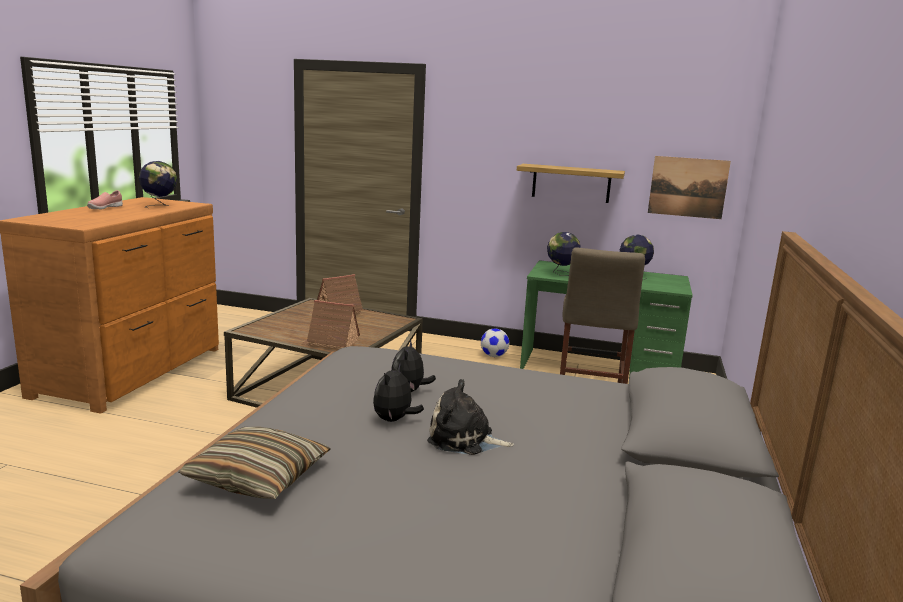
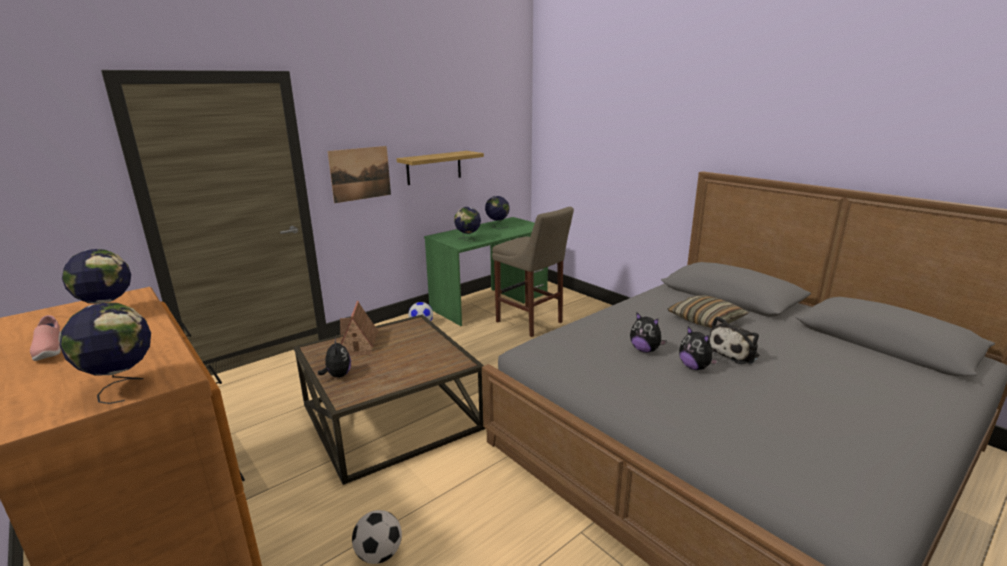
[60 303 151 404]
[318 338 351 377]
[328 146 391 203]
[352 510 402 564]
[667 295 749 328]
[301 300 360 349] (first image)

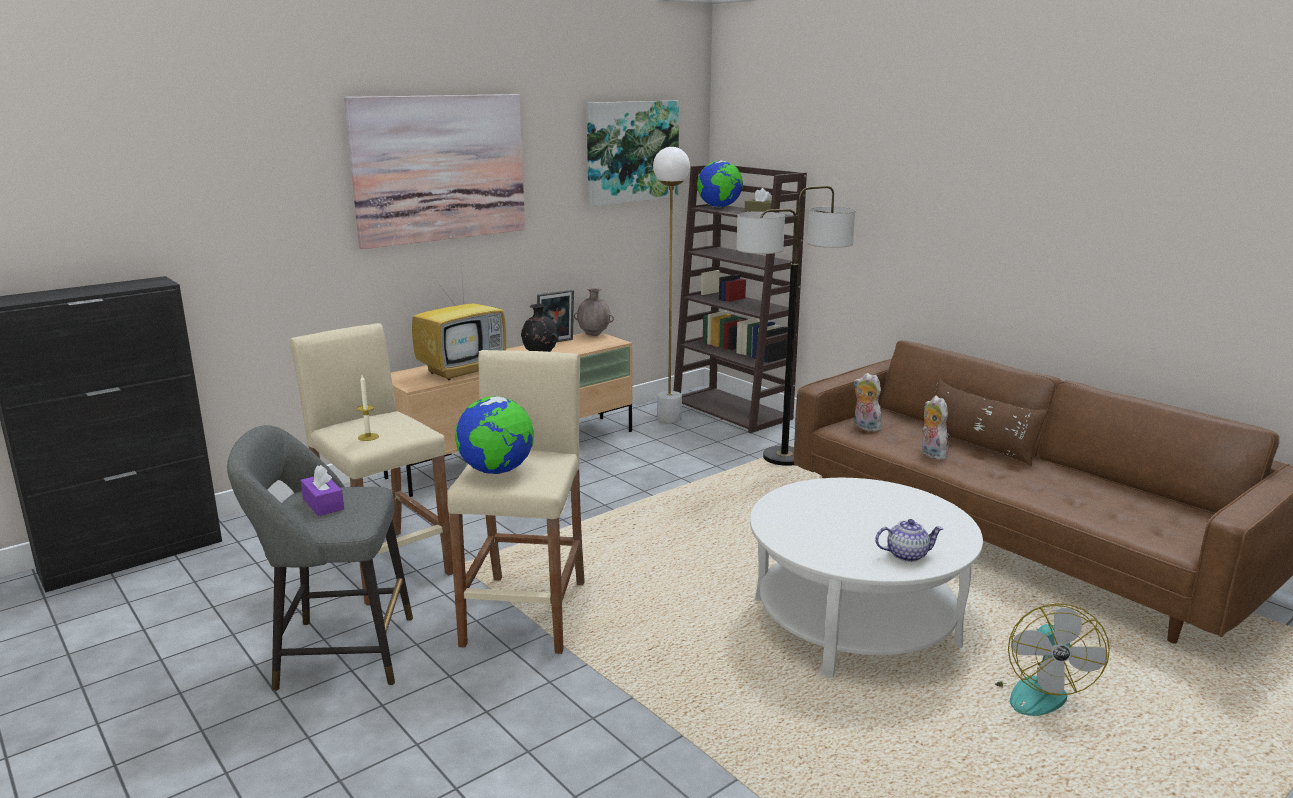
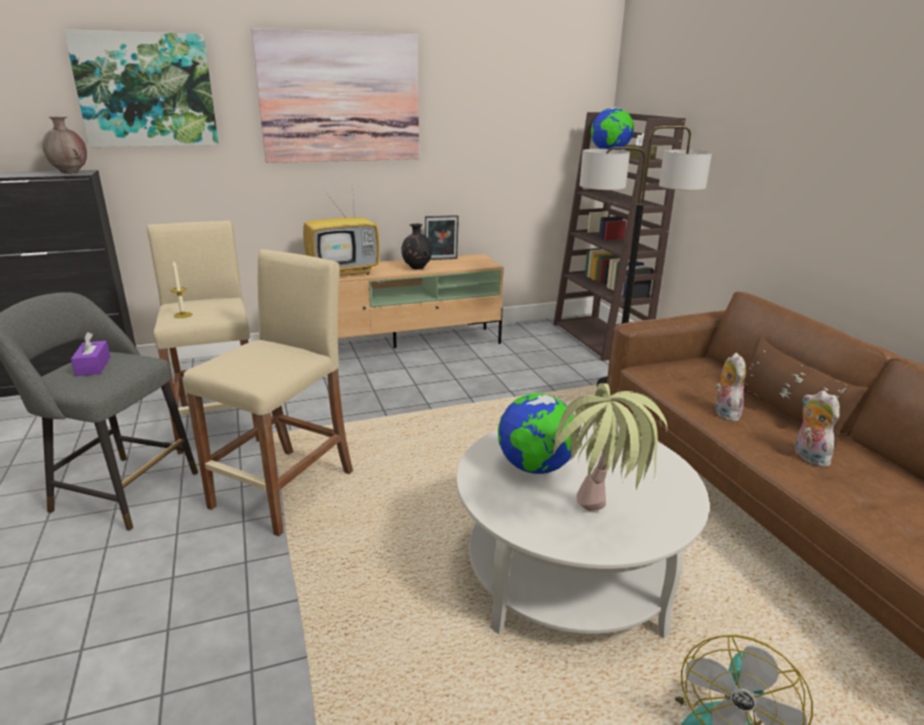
[42 116 87 174]
[64 29 219 147]
[498 393 579 474]
[550 383 667 511]
[794 390 840 467]
[653 147 690 423] (first image)

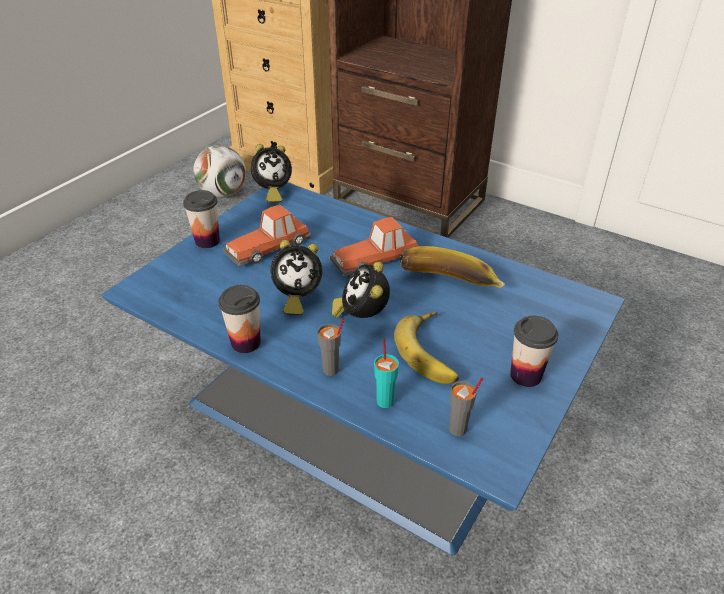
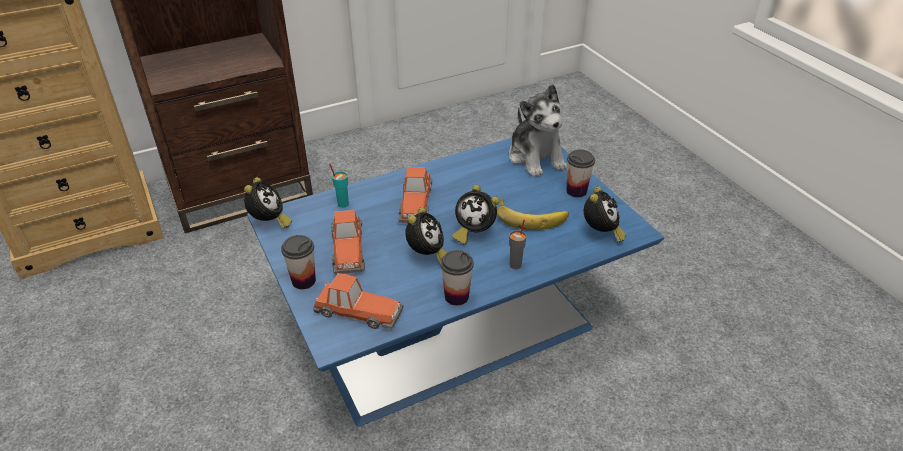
[313 273 404 329]
[329 164 349 208]
[509 84 567 177]
[584 186 626 242]
[193 145 246 198] (first image)
[400 246 505 288] (first image)

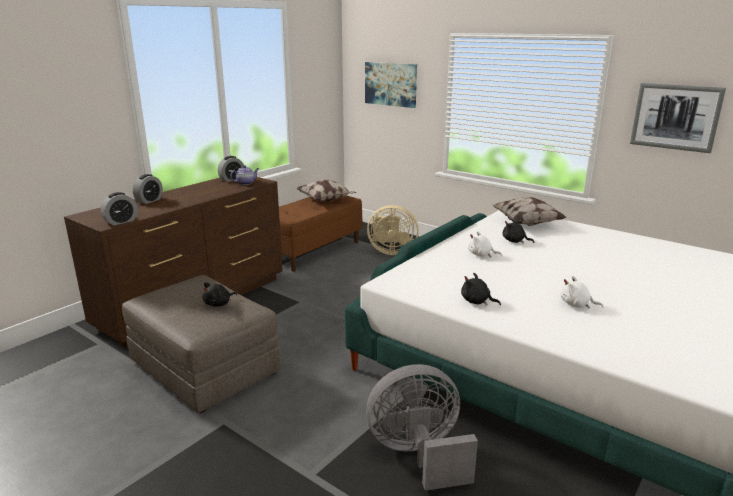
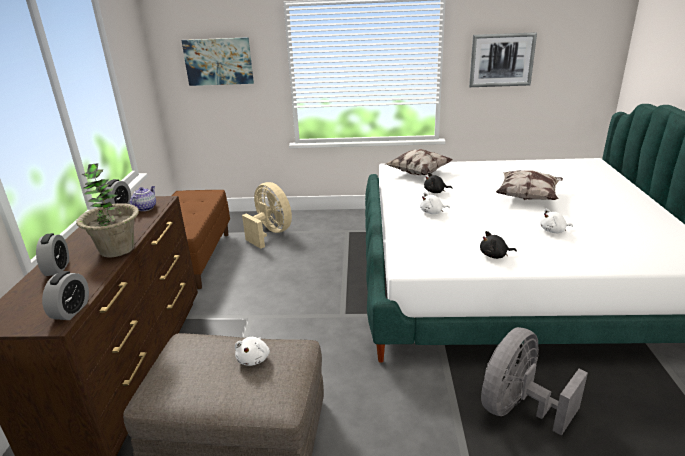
[76 163 139 257]
[235 337 270 366]
[242 182 292 249]
[496 170 563 200]

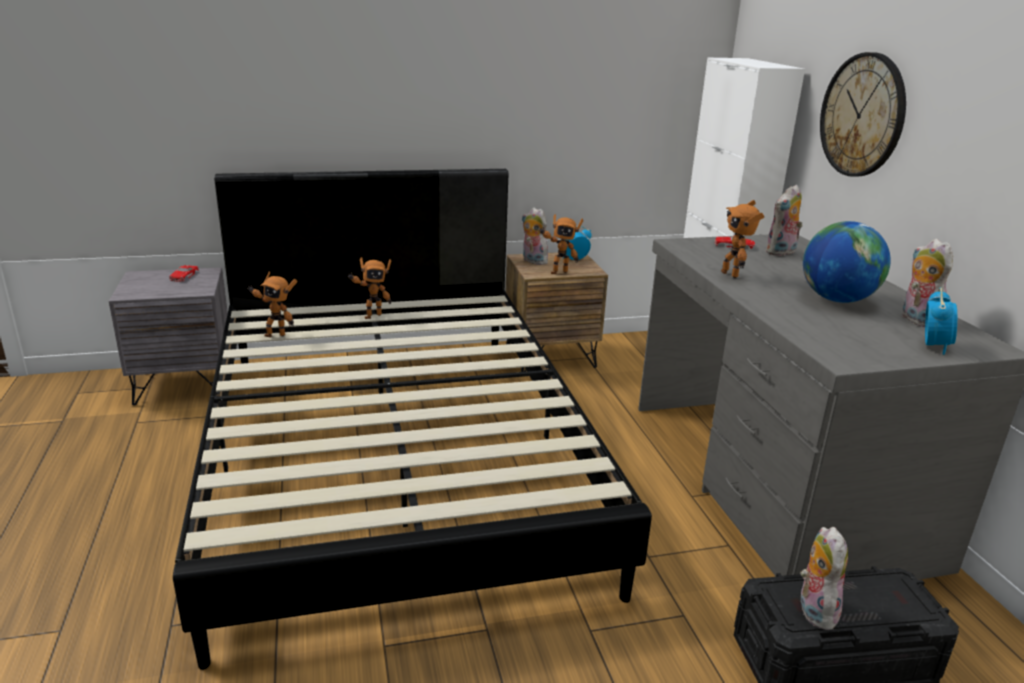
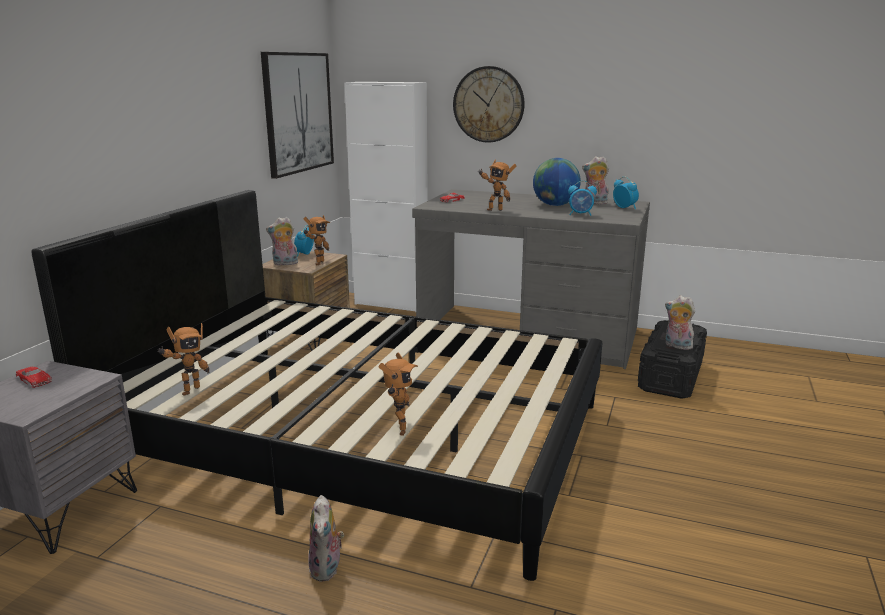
[261 52 334 179]
[308 495 344 581]
[378 353 418 436]
[568 181 597 216]

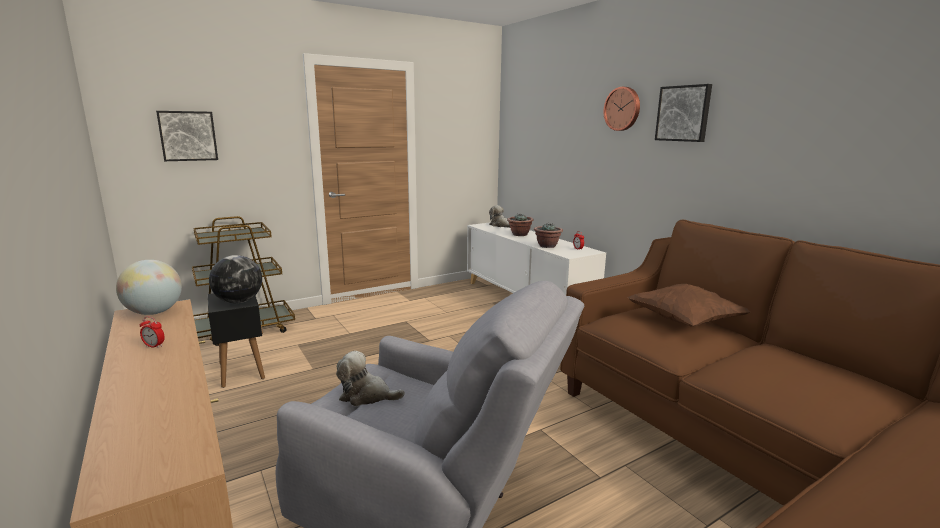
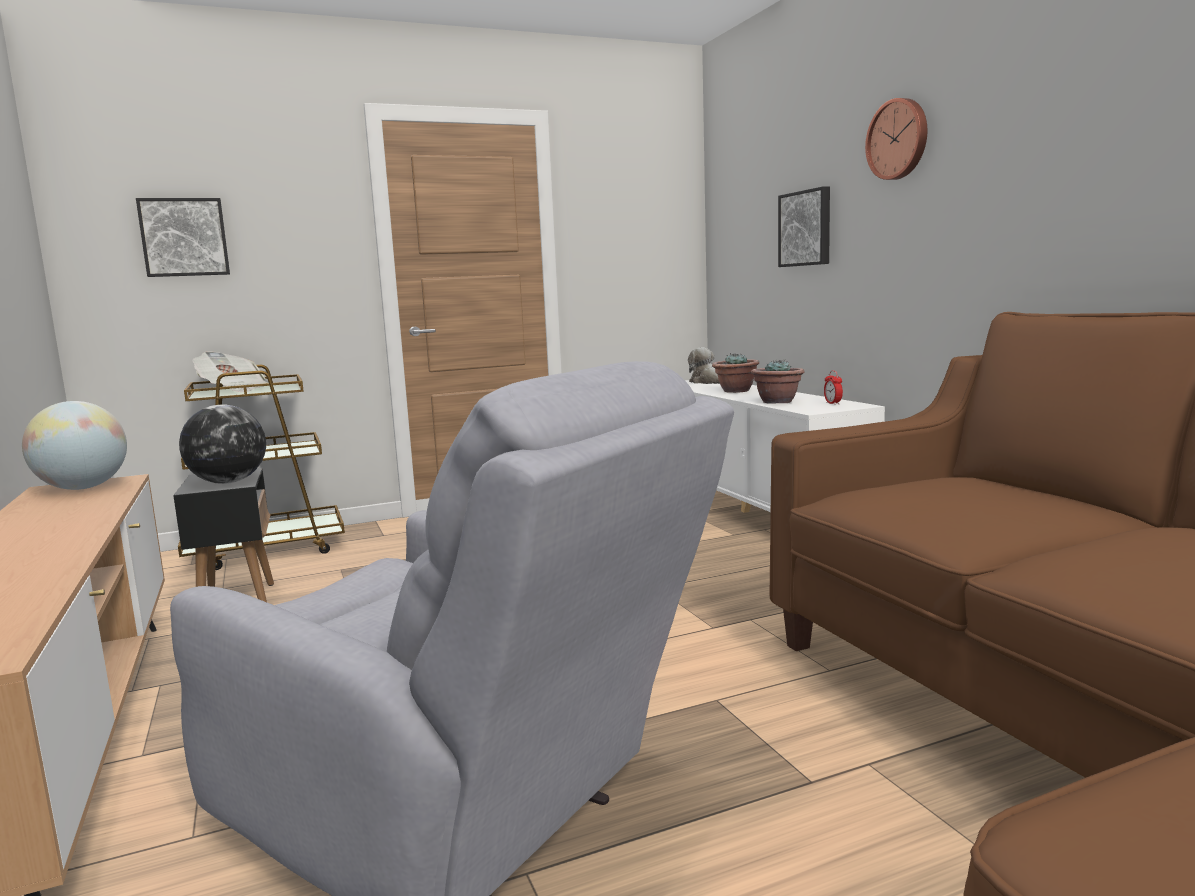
[192 351 267 392]
[778 186 830 267]
[140 316 165 348] (first image)
[336 351 405 406] (first image)
[627 284 750 327] (first image)

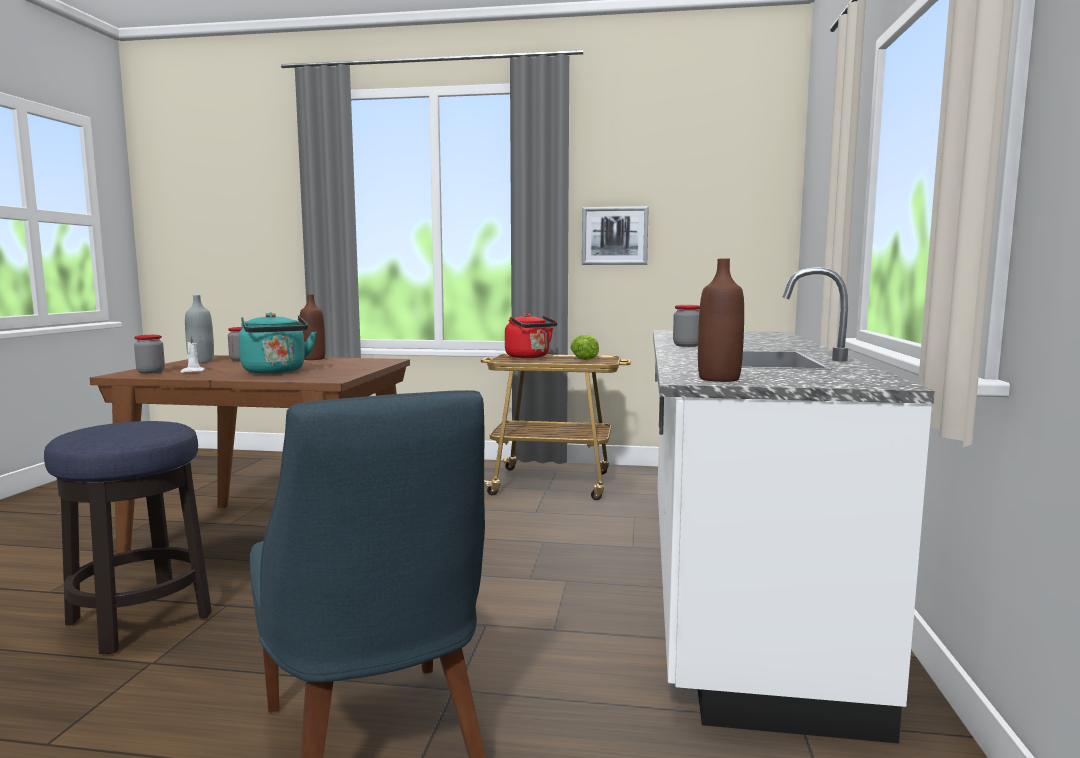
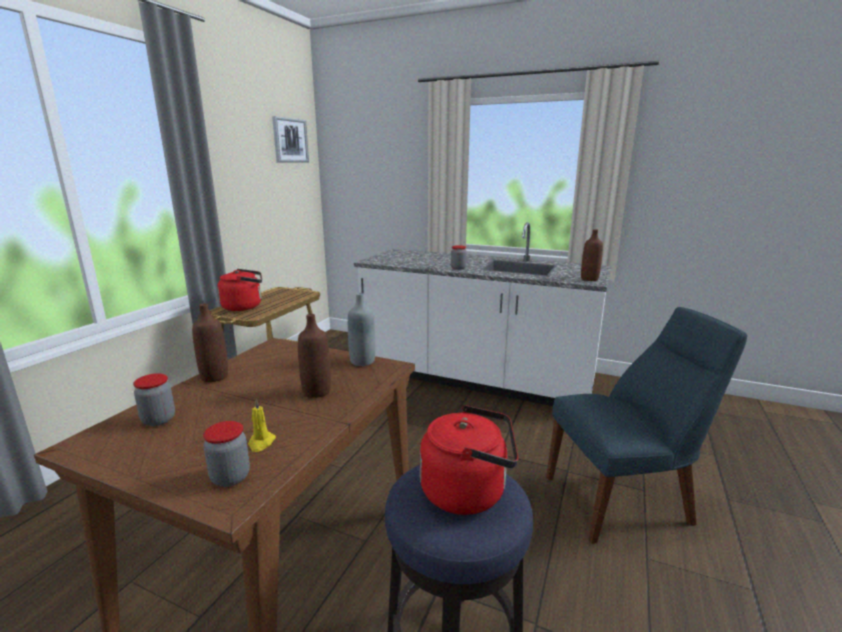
[248 399 276 452]
[272 116 309 162]
[298 314 331 398]
[348 293 375 366]
[420 405 518 515]
[571 335 599 360] (first image)

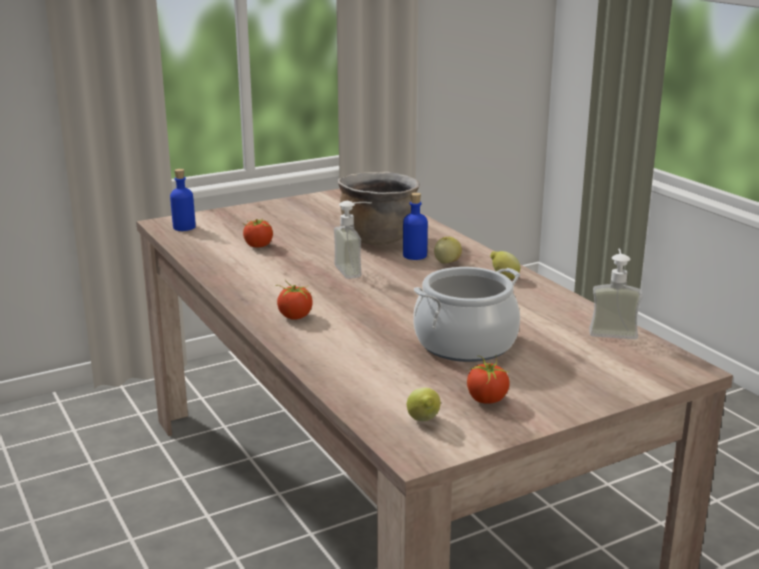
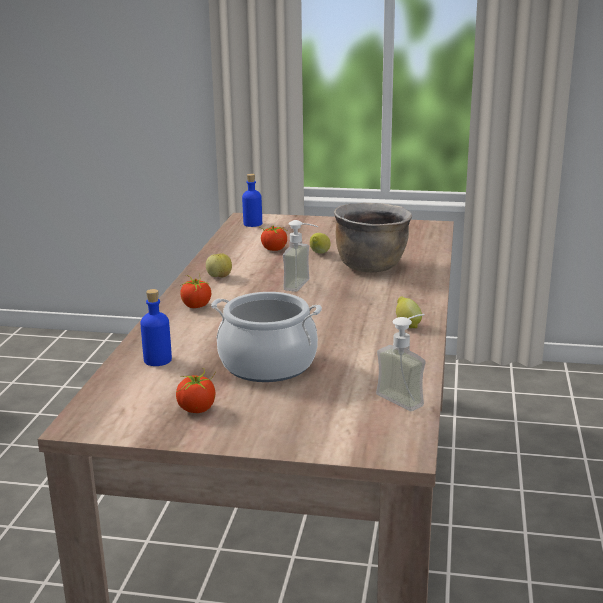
[141 289 172 366]
[206 253 232 277]
[310 233 331 254]

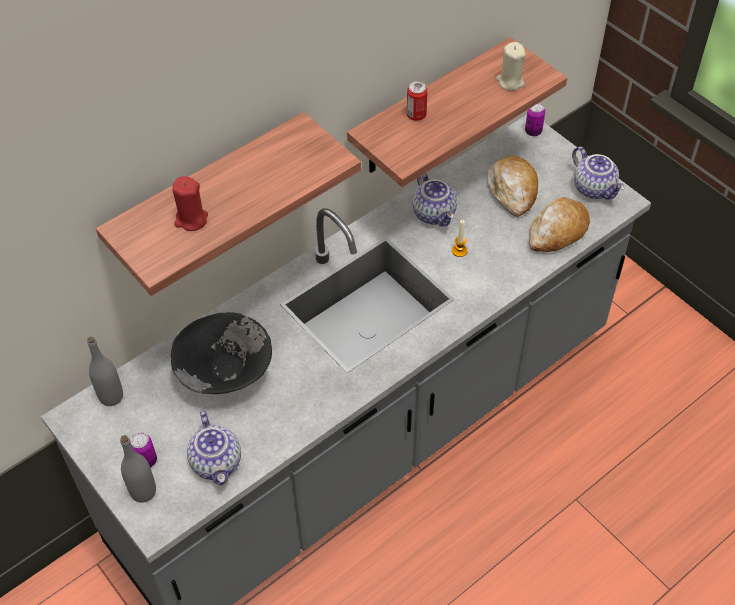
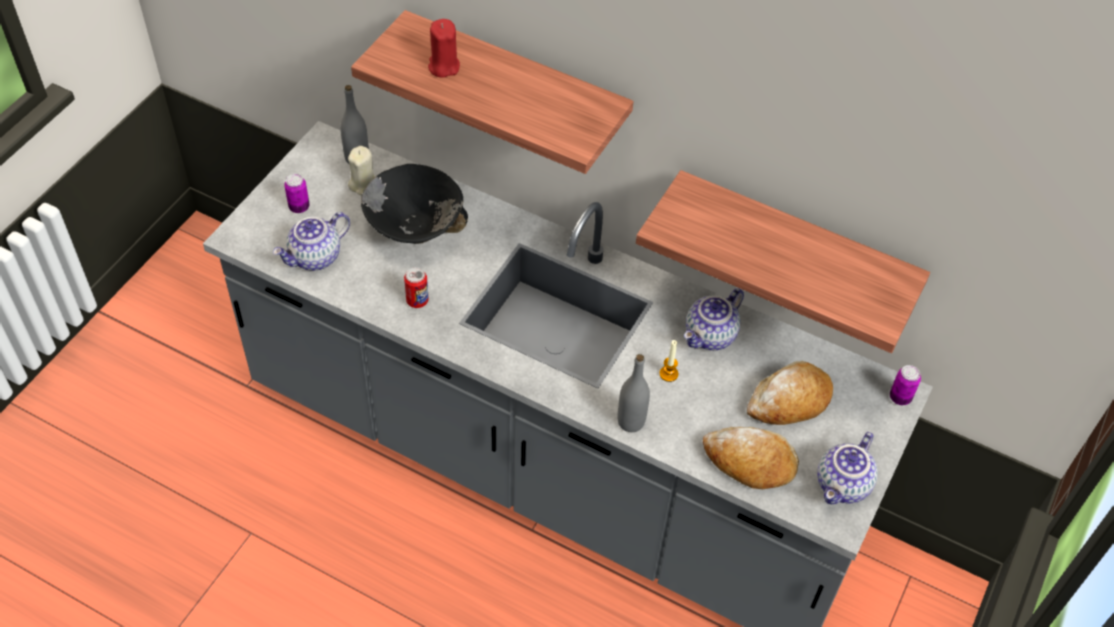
[348 146 376 195]
[404 267 429 308]
[617 354 650 432]

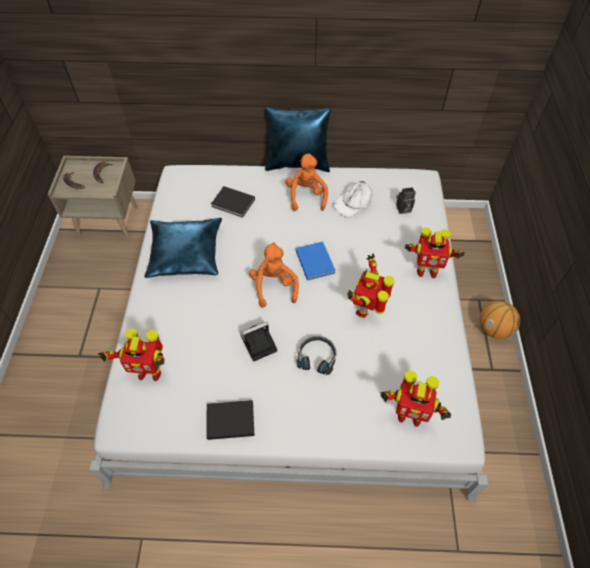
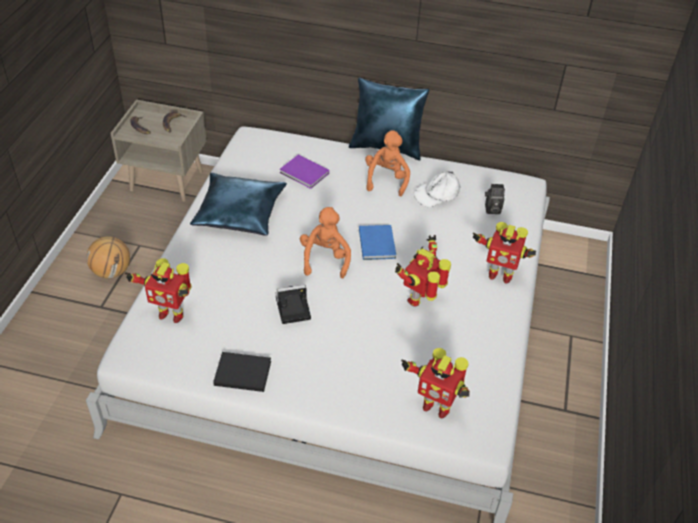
[87 236 130 278]
[280 155 329 189]
[296 336 336 375] (first image)

